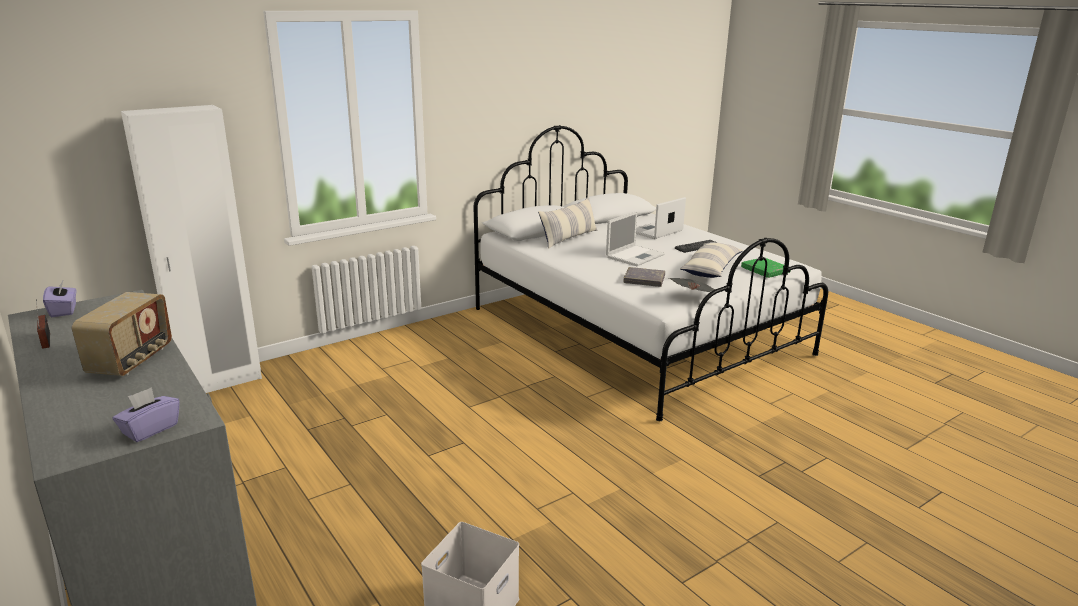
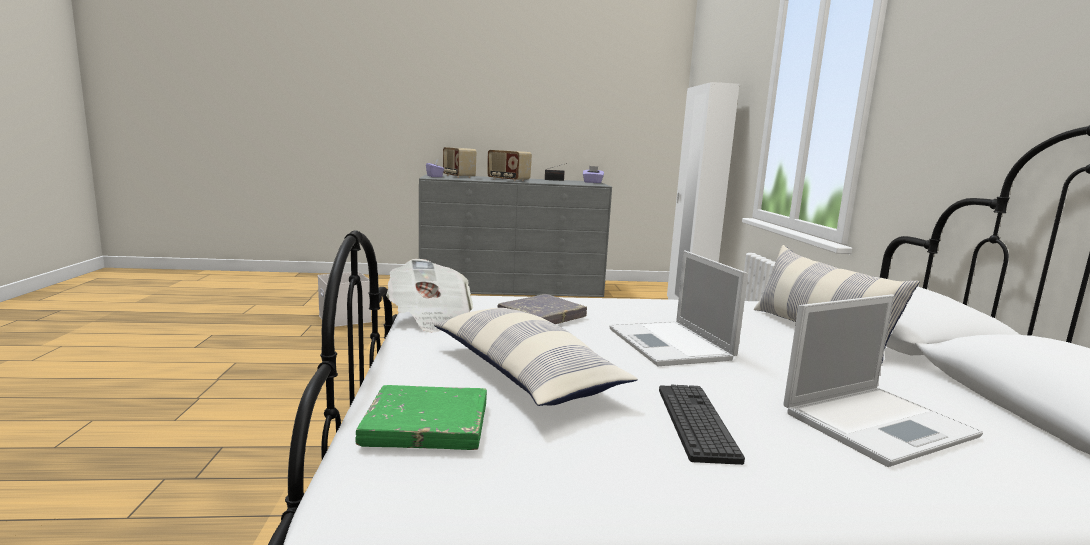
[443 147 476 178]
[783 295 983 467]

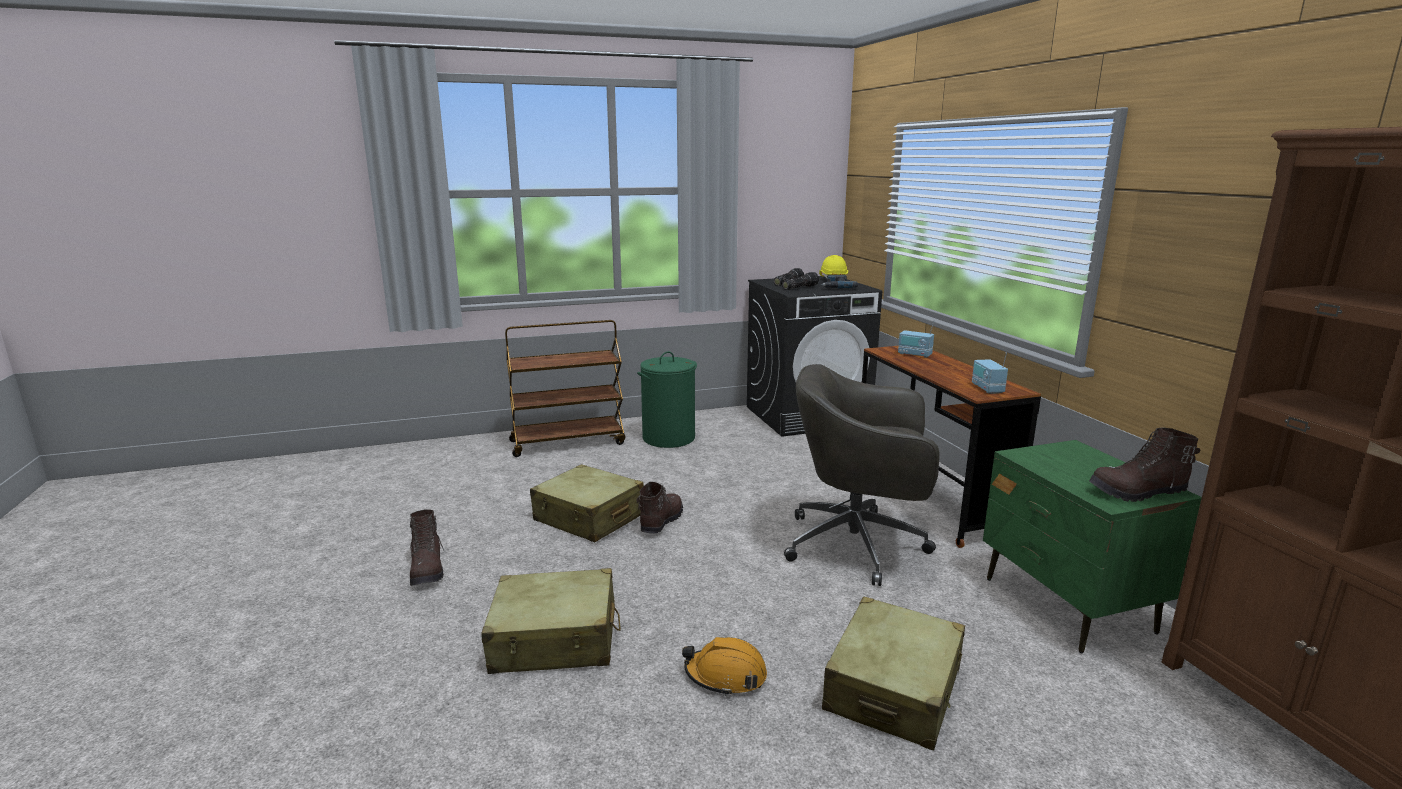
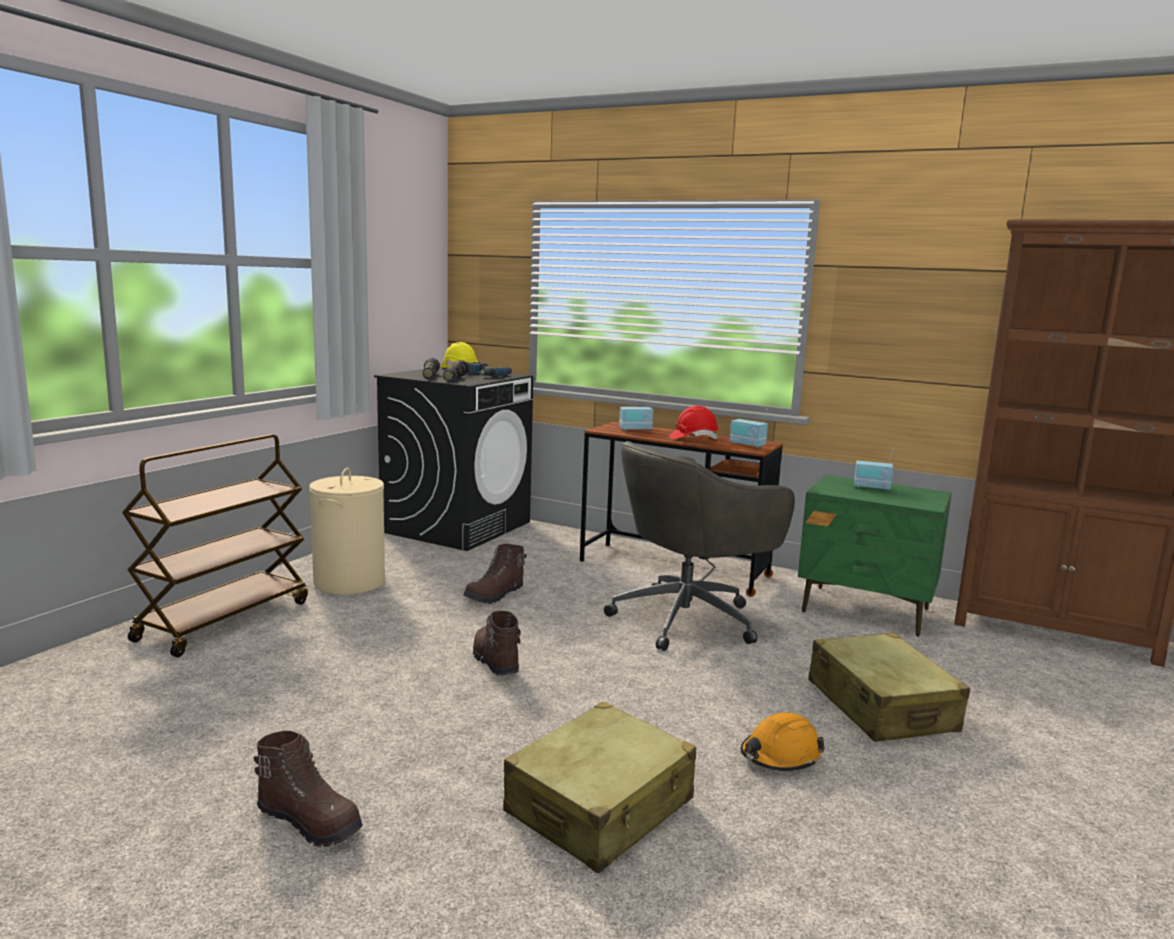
[309 468 385 595]
[463 544 527 604]
[669 406 719 439]
[854 449 894 490]
[530 464 644 542] (first image)

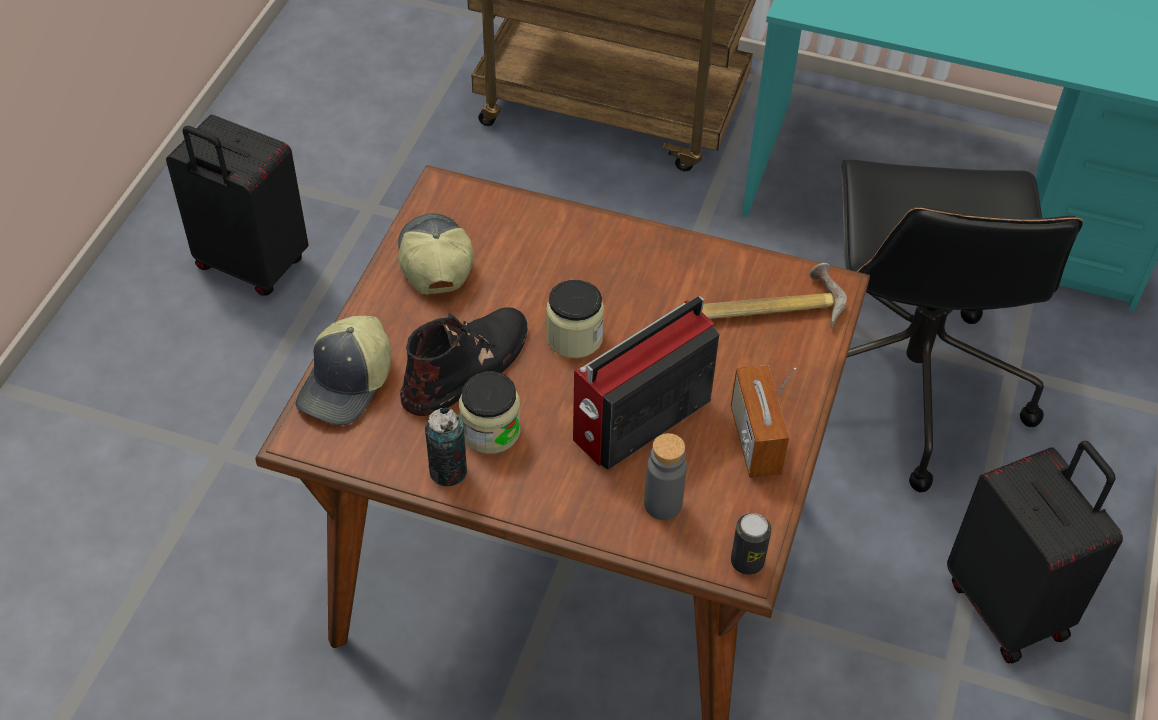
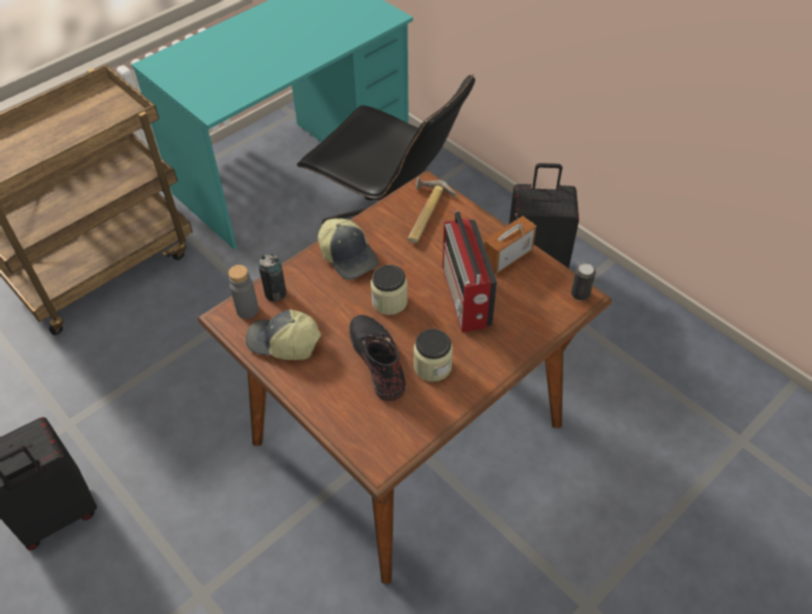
[228 265 259 319]
[258 254 287 302]
[318 218 378 280]
[484 214 536 275]

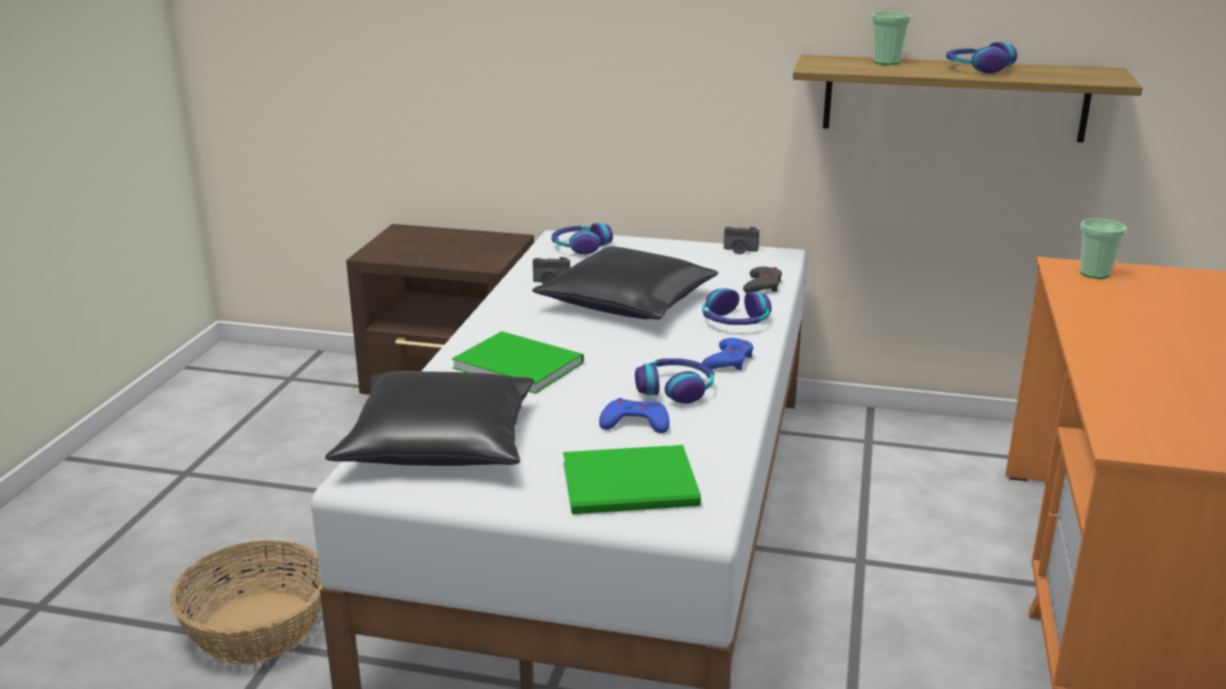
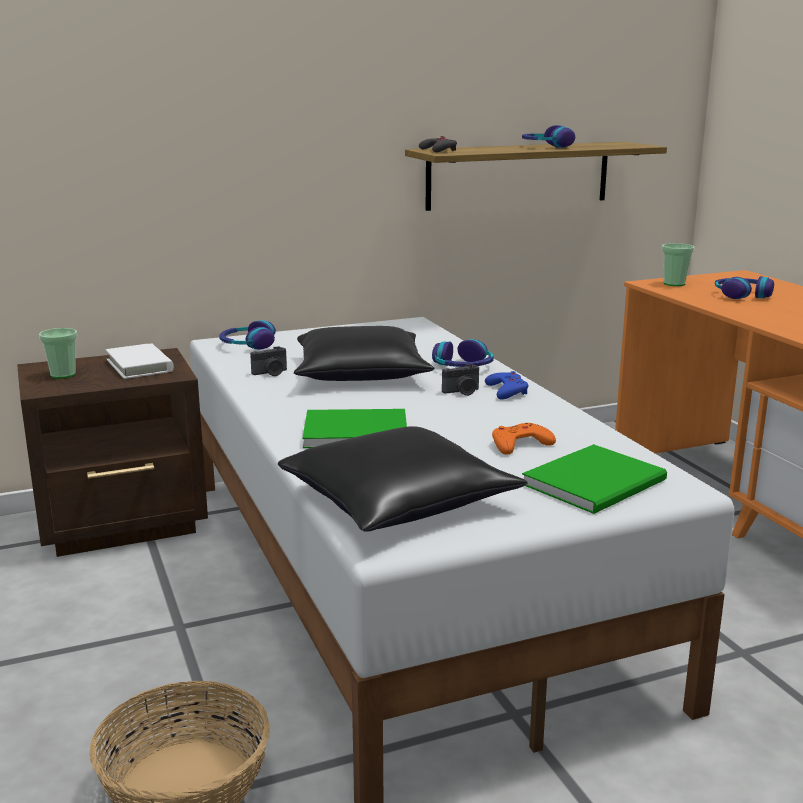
[39 328 77 379]
[106 343 174 379]
[419 136 457 152]
[442 364 479 396]
[492 423 556 454]
[715 276 774 299]

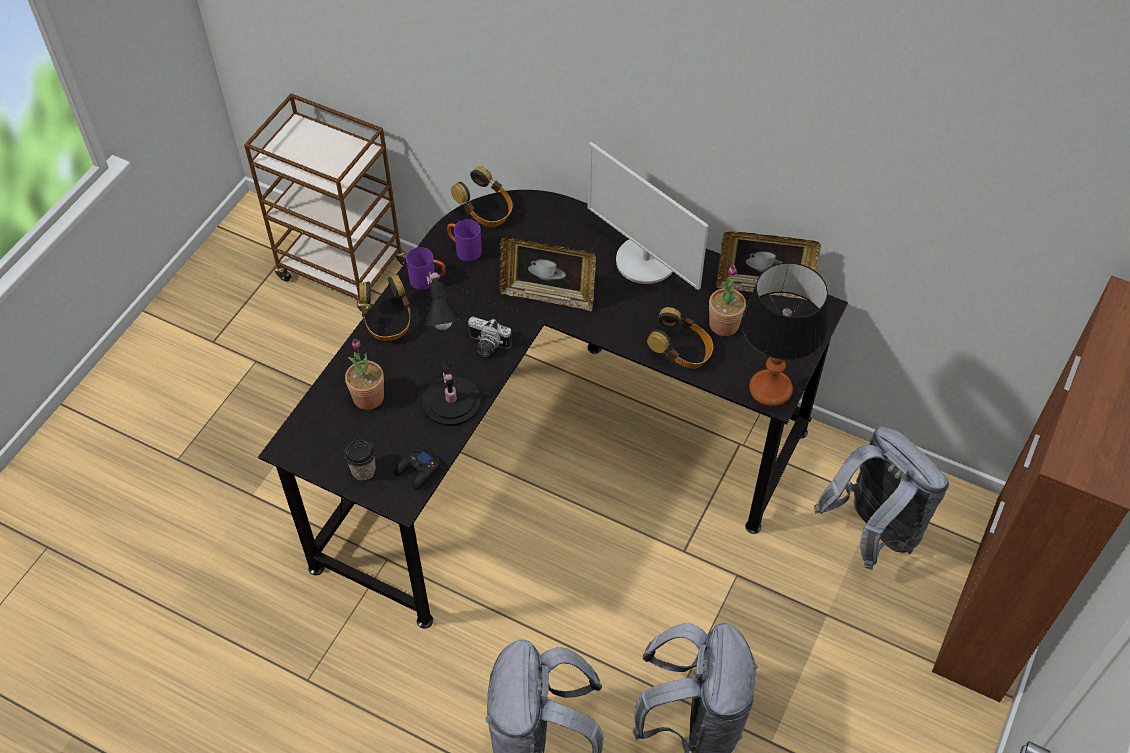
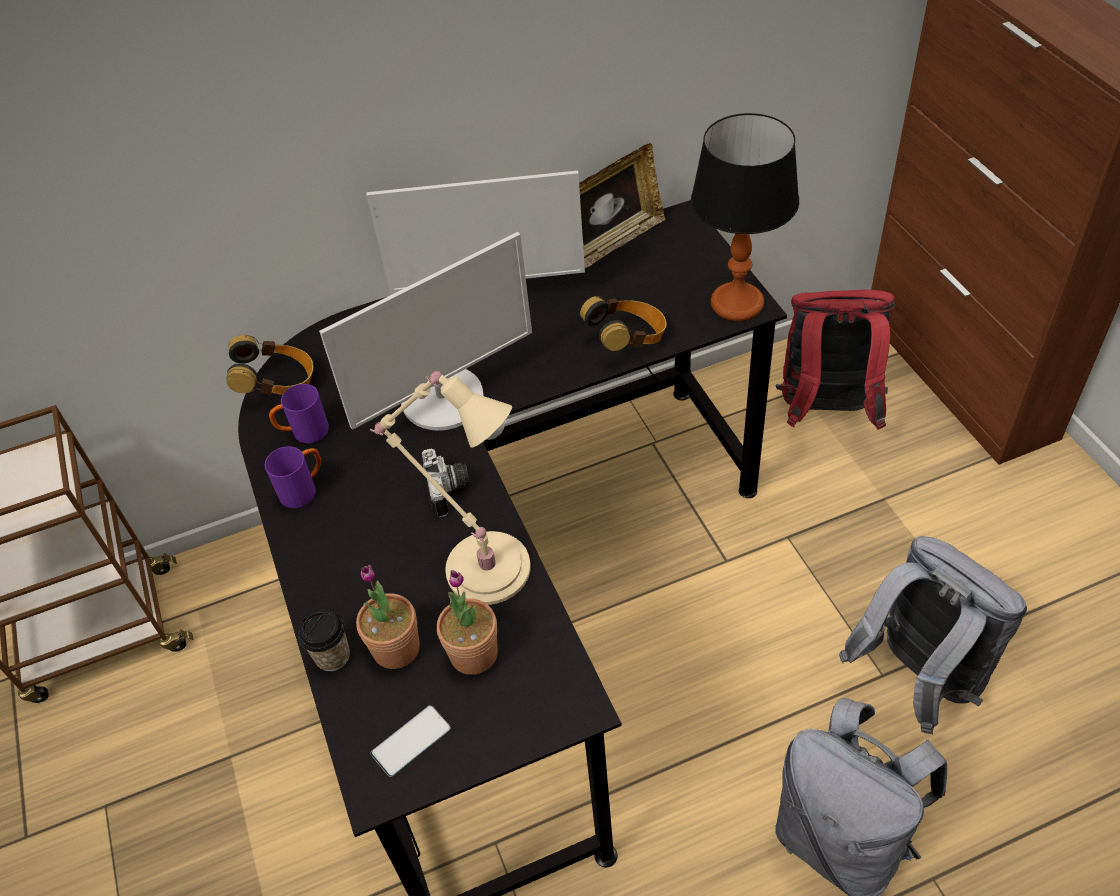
[298 610 350 671]
[319 232 532 431]
[369 371 531 605]
[370 705 451 777]
[422 449 470 518]
[437 570 498 675]
[775 290 895 430]
[359 275 411 341] (first image)
[395 447 440 490] (first image)

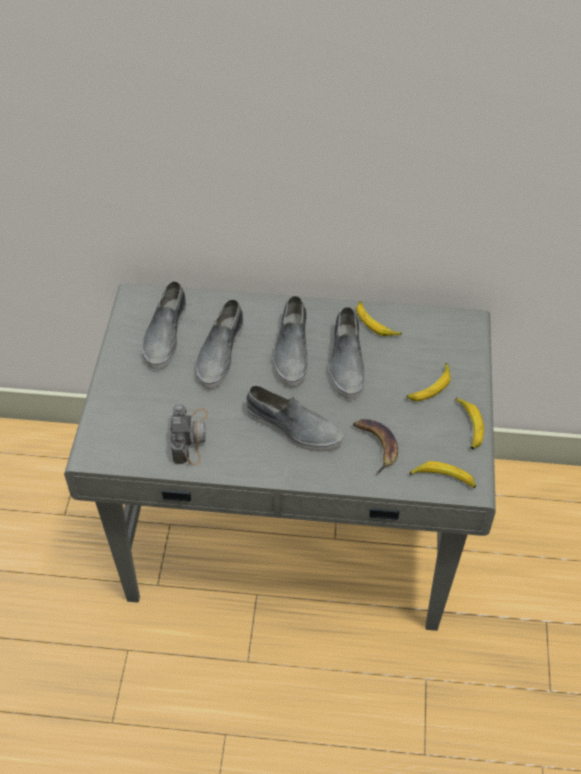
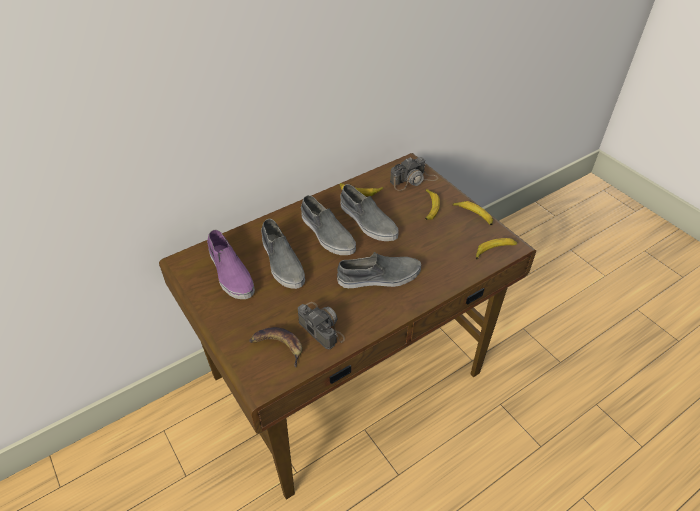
[159 153 536 500]
[207 229 255 299]
[249 327 302 367]
[390 157 438 191]

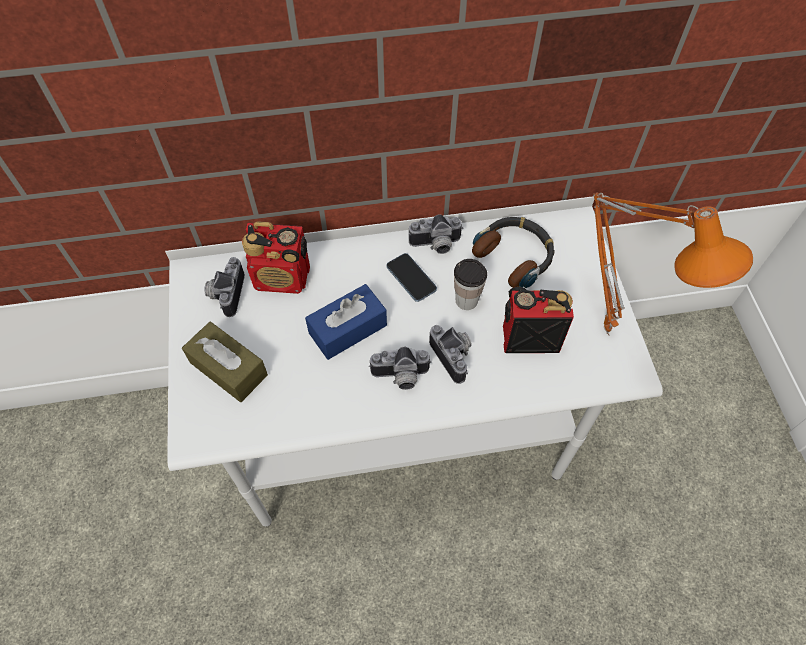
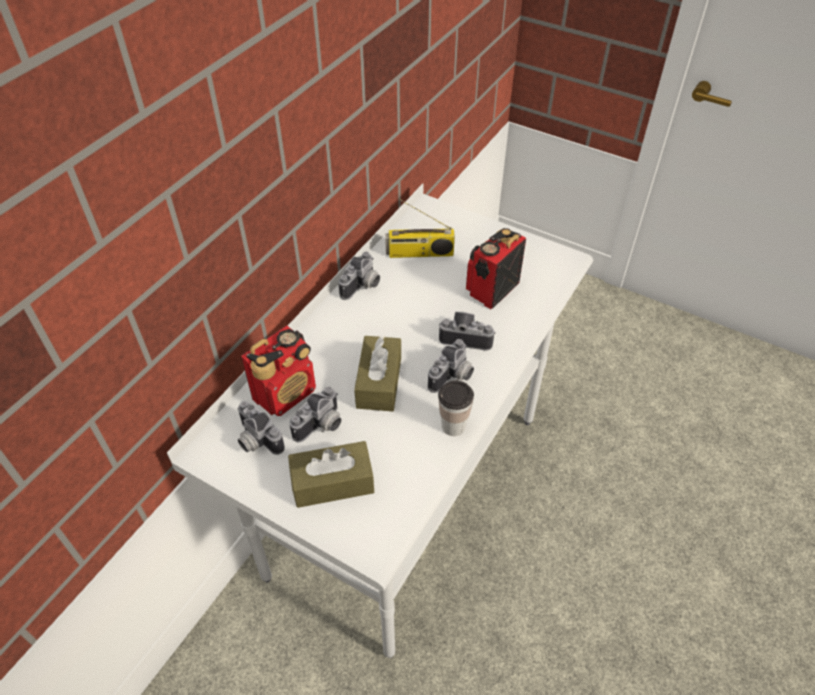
[289 387 342 442]
[354 336 401 412]
[385 199 455 258]
[438 381 474 436]
[386 253 437 302] (first image)
[593 192 753 336] (first image)

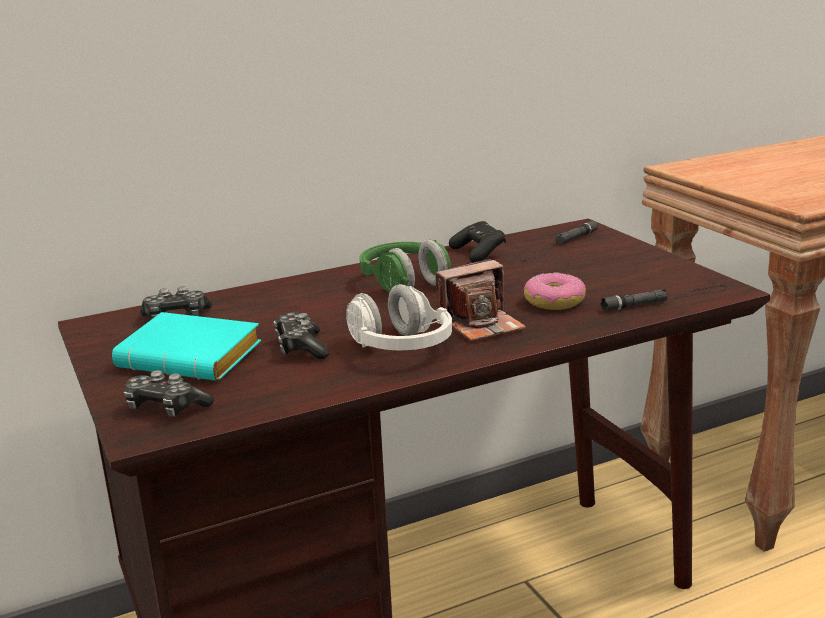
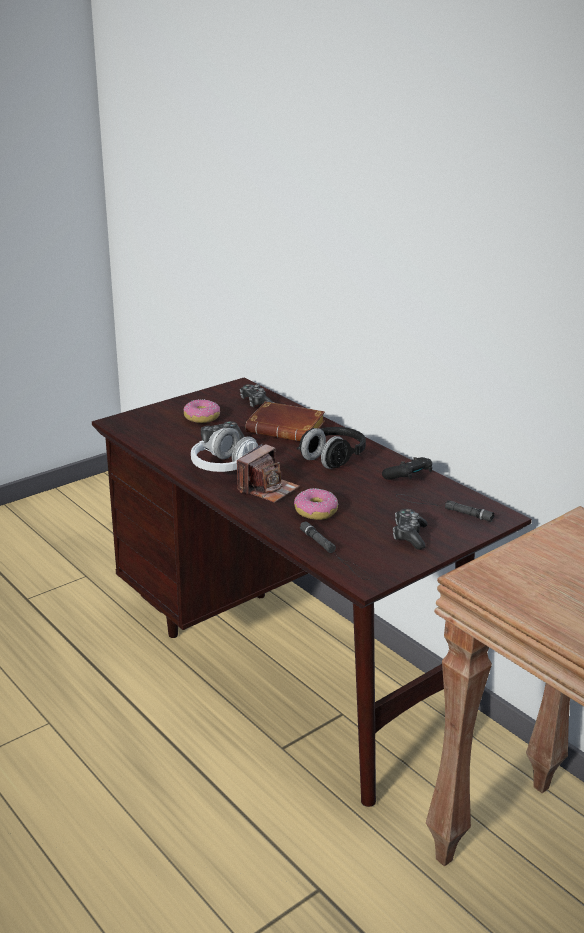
[184 400 220 423]
[237 444 299 503]
[246 401 325 441]
[297 427 366 469]
[393 509 428 550]

